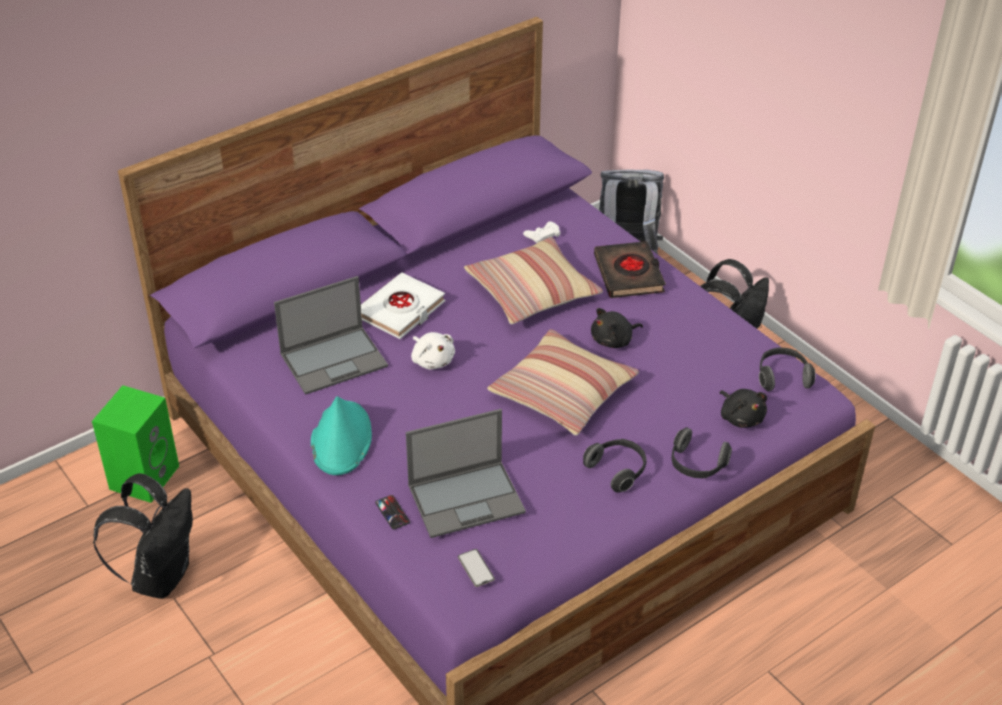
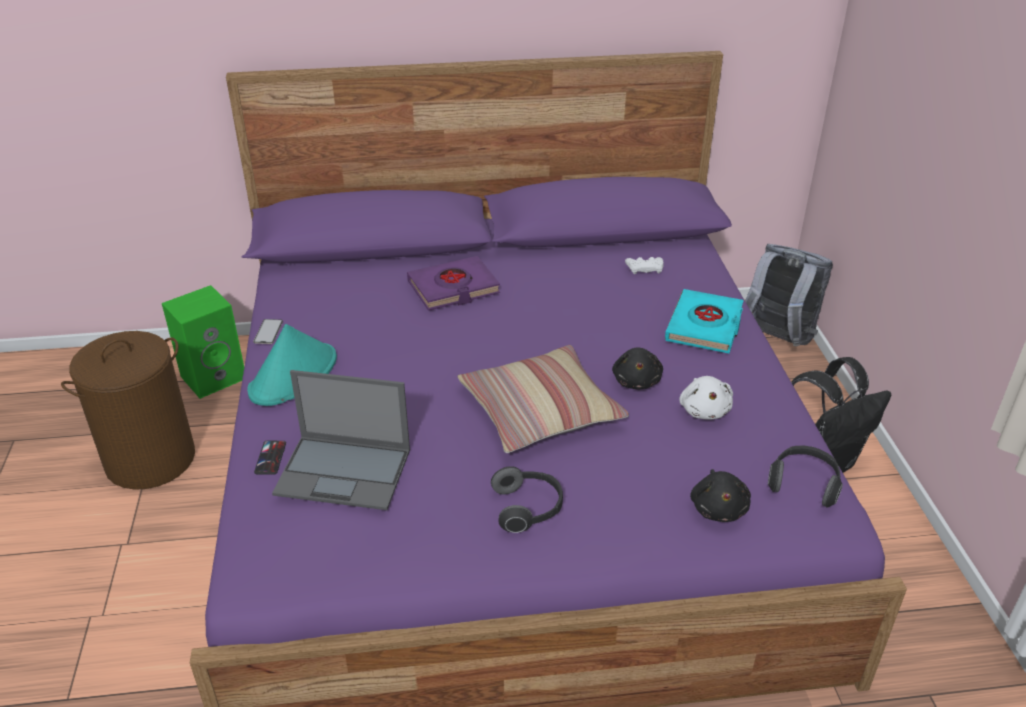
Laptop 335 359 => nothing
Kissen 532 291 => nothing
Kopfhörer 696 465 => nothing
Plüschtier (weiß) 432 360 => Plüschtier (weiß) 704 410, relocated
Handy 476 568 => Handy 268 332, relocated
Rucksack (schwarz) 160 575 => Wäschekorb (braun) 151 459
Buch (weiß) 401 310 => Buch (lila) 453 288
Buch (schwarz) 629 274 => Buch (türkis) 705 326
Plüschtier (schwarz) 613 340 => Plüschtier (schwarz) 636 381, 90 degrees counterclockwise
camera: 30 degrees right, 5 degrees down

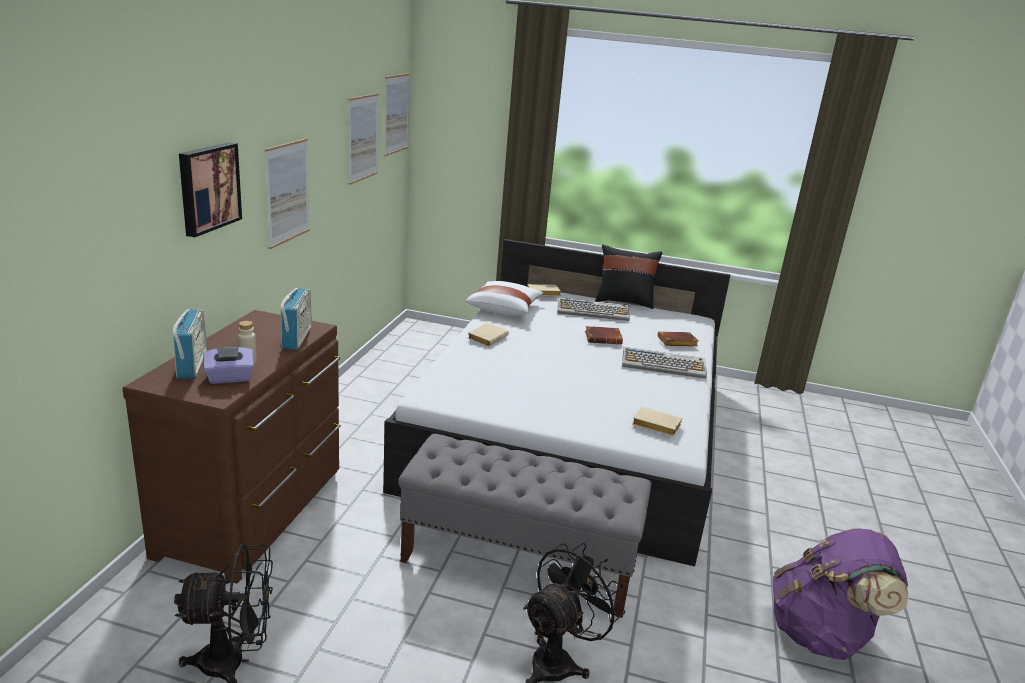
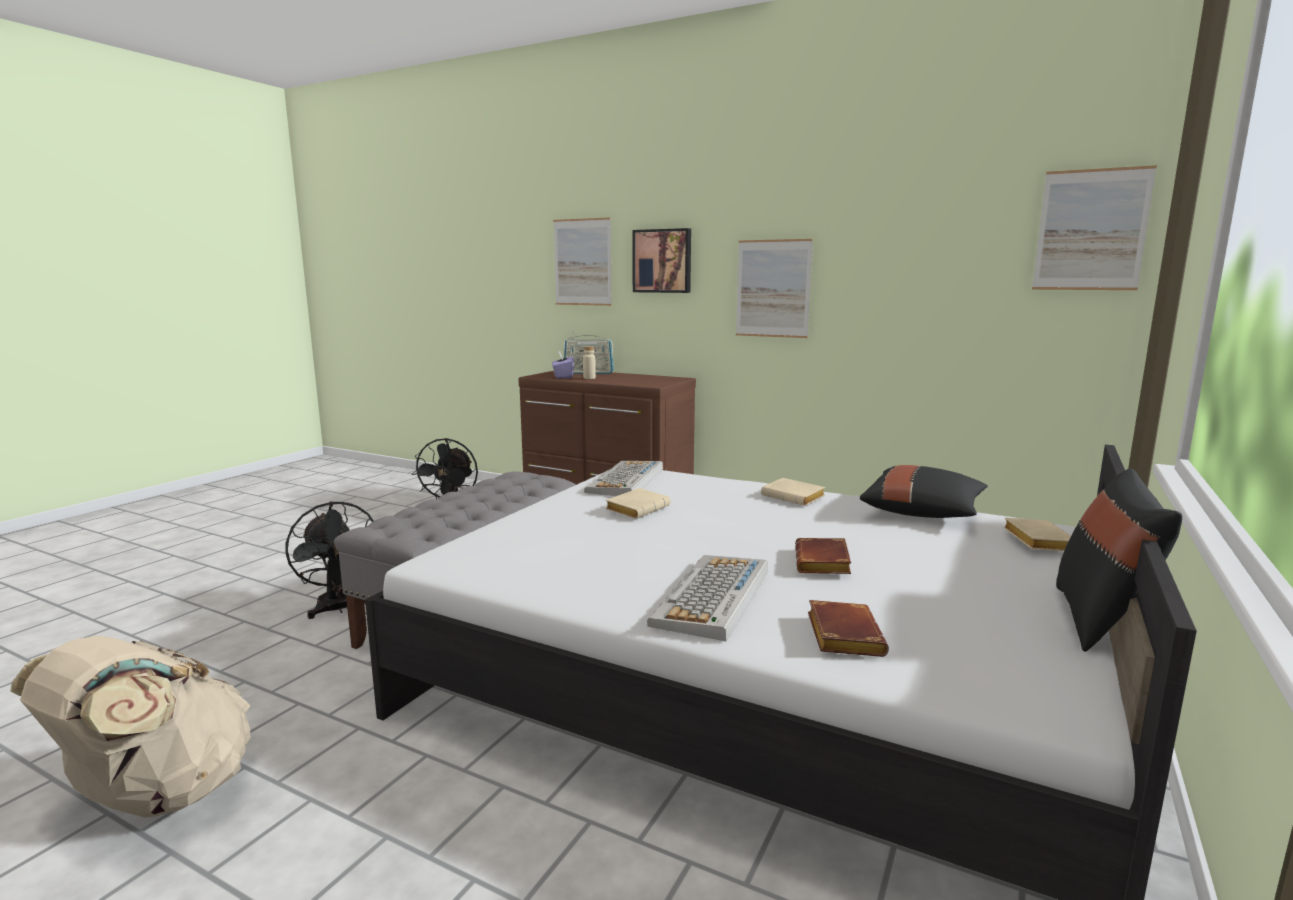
Radio 297 338 => nothing
Bild 363 138 => Bild 582 262, relocated
Tastatur 593 311 => Tastatur 626 480, relocated
Buch (beige) 654 426 => Buch (beige) 637 508, relocated
Kissen (weiß) 504 309 => Kissen (schwarz) 923 513
Rucksack (lila) 822 634 => Rucksack (beige) 158 796
camera: 105 degrees right, 10 degrees down

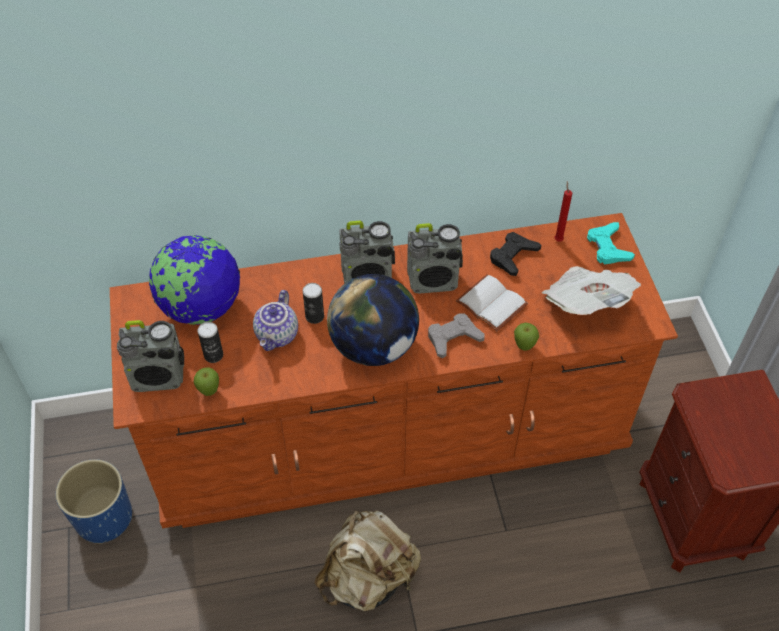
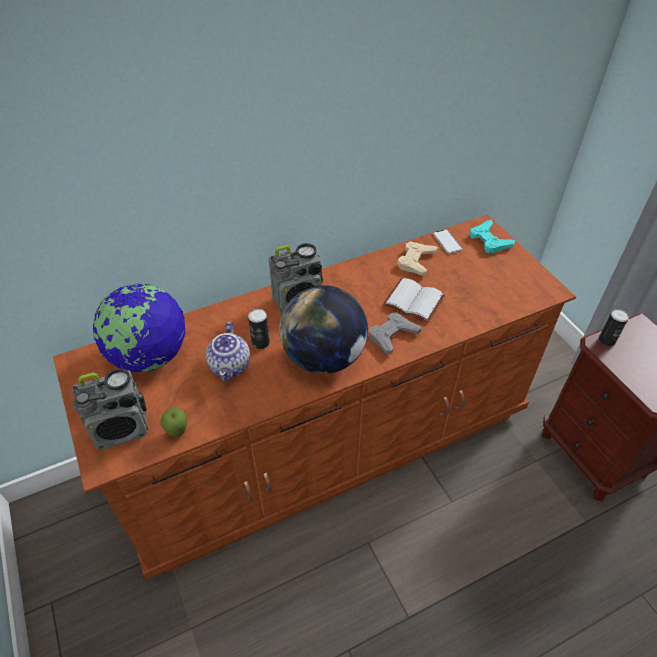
Pflanzkübel (blau) 104 517 => nothing
Rucksack (beige) 368 578 => nothing
Radio 433 280 => nothing
Apfel 524 347 => nothing
Zeitung 586 303 => nothing
Dose 213 355 => Dose 606 340, relocated
Kerze (rot) 558 239 => Handy 447 242
Gamepad (schwarz) 513 256 => Gamepad (beige) 416 261
camera: 15 degrees left, 5 degrees down

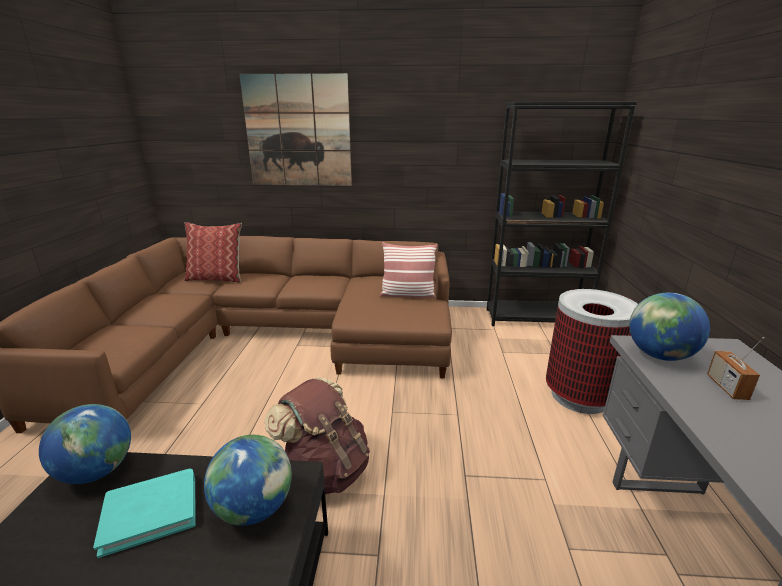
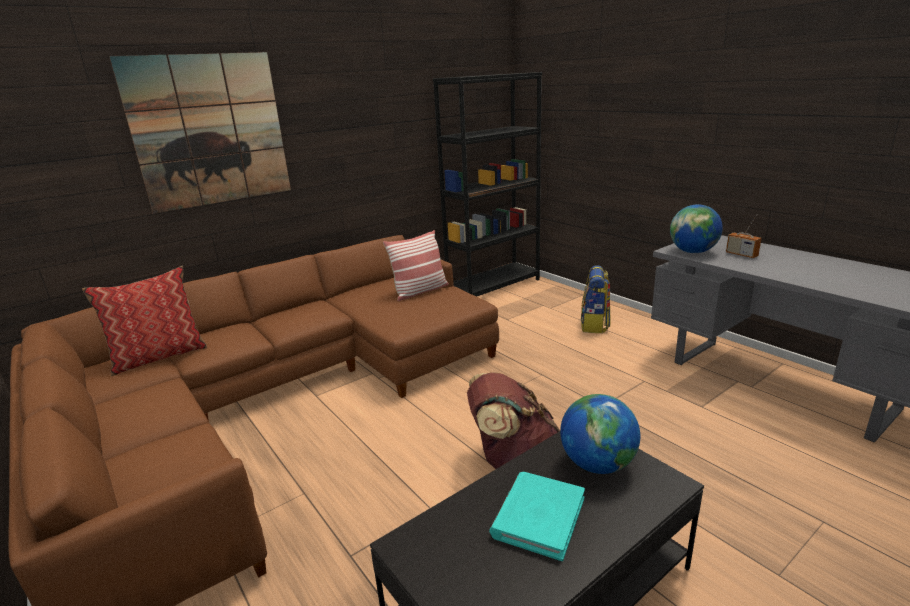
Globus 97 471 => nothing
Mülleimer 580 396 => Rucksack 595 325
camera: 40 degrees left, 0 degrees up

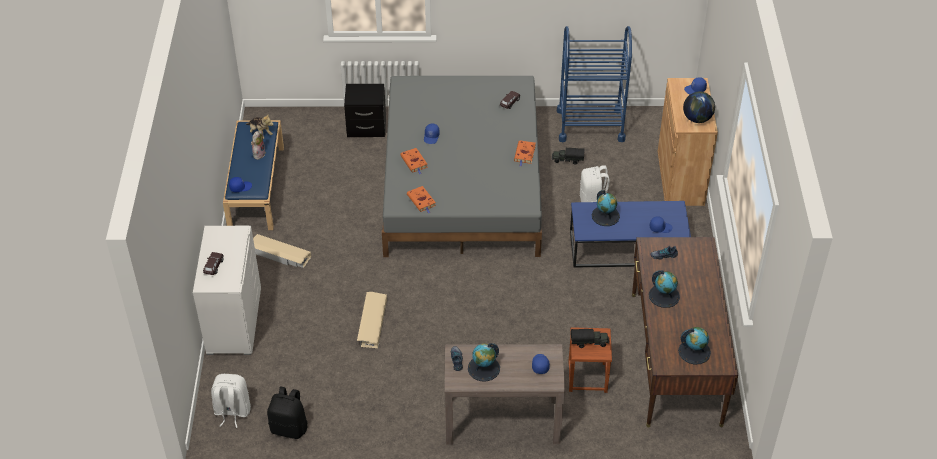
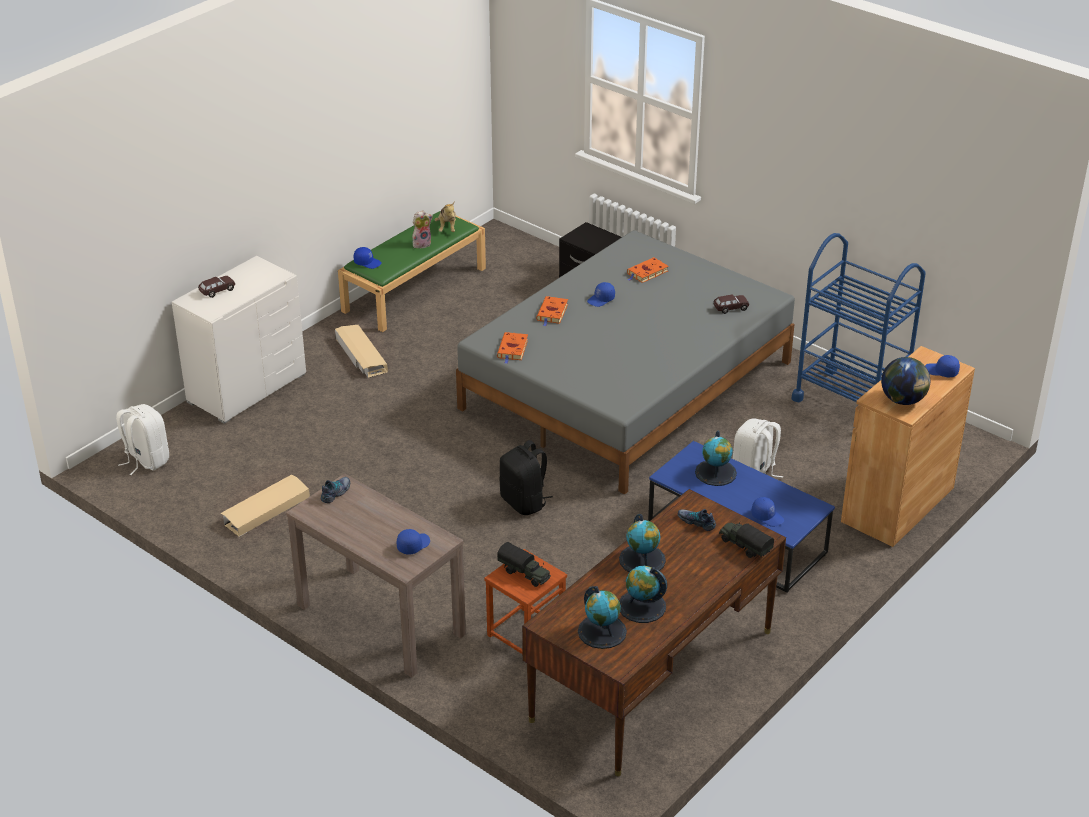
Rucksack (schwarz) 289 428 => Rucksack (schwarz) 524 502, relocated
Aufbewahrungsbox (beige) 372 323 => Aufbewahrungsbox (beige) 265 510, relocated
Globus 484 368 => Globus 642 606, relocated
Buch (orange) 524 154 => Buch (orange) 646 273, relocated
Spielzeuglaster 567 160 => Spielzeuglaster 744 546, relocated
Bank (blau) 256 187 => Bank (grün) 415 289
camera: 40 degrees right, 10 degrees down

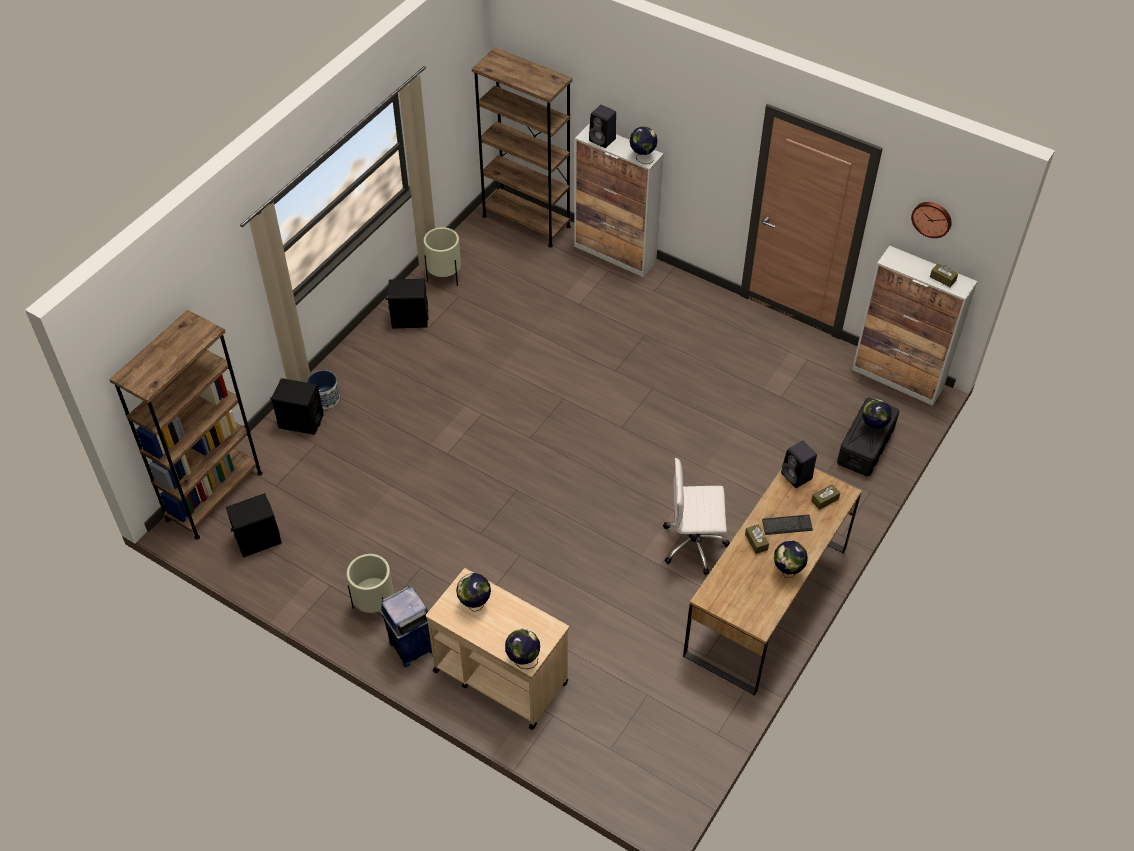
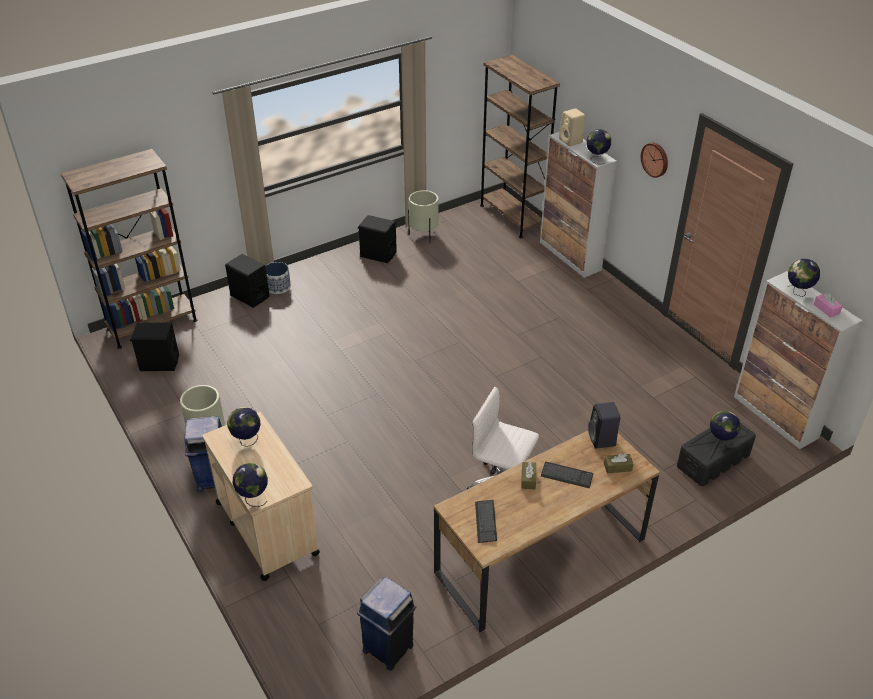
nothing => Mülleimer (blau) 389 647
nothing => Tastatur 485 522
Globus 787 572 => Globus 798 292, relocated
Wanduhr 932 218 => Wanduhr 655 159, relocated
Lautsprecher (schwarz) 603 140 => Lautsprecher (beige) 571 141
Taschentuchbox (braun) 942 279 => Taschentuchbox (rosa) 826 309
camera: 25 degrees right, 10 degrees down

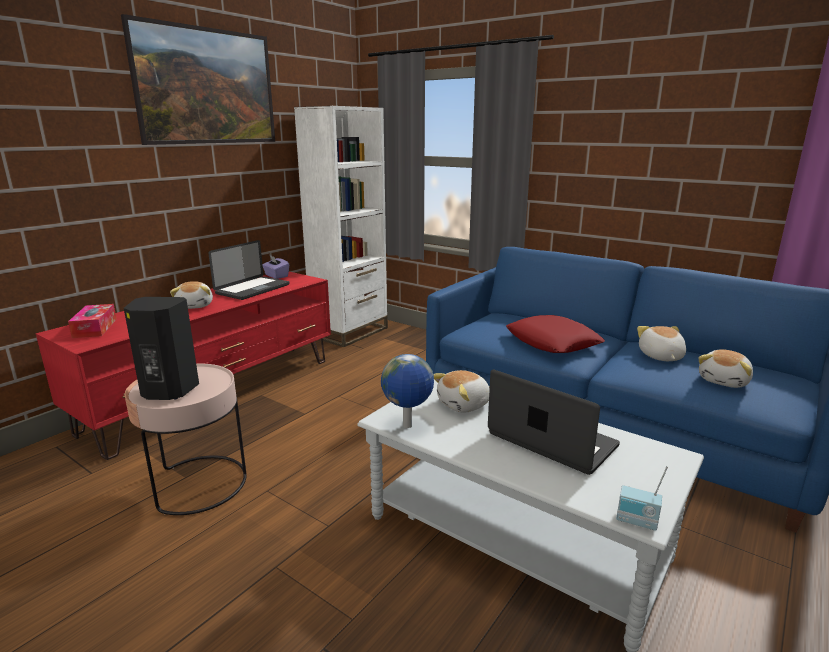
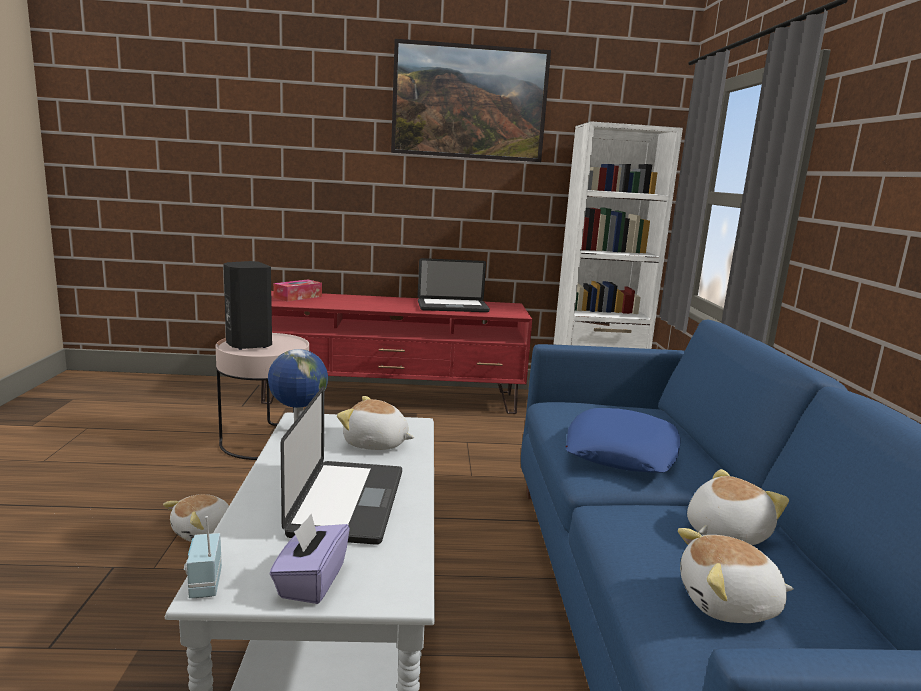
Plüschtier 195 306 => Plüschtier 203 532, relocated
Taschentuchbox (lila) 276 276 => Taschentuchbox (lila) 311 581, relocated
Kissen (rot) 552 342 => Kissen (blau) 622 452
camera: 50 degrees right, 5 degrees down

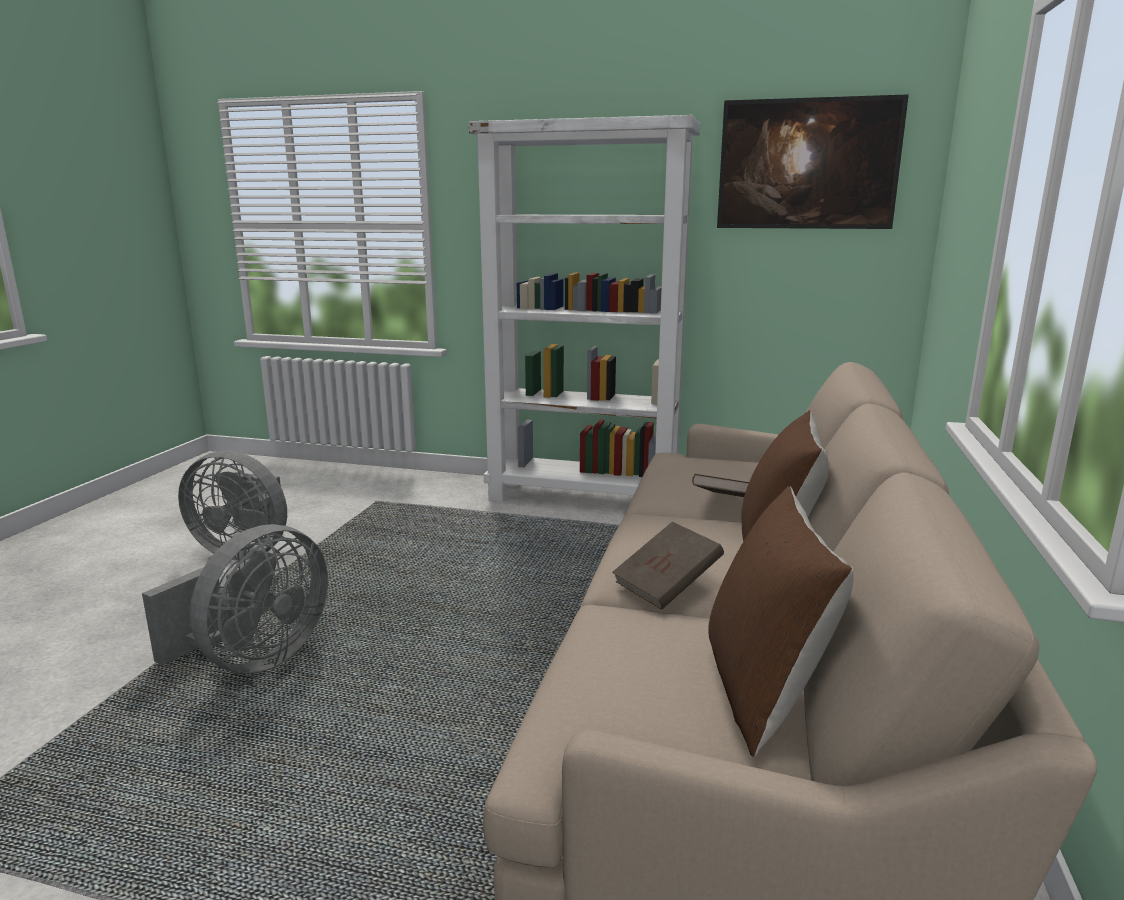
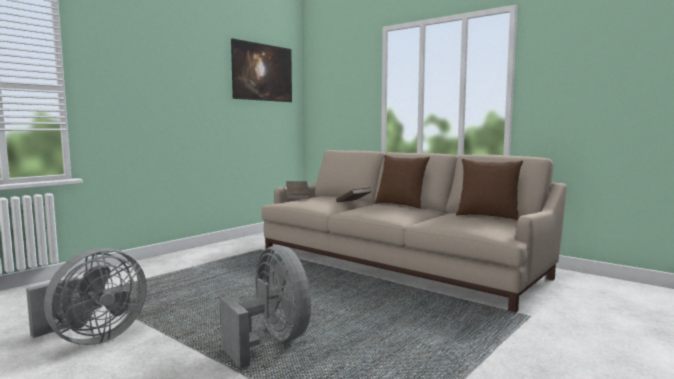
Bücherregal (weiß) 584 498 => nothing
Buch (braun) 667 586 => Buch (braun) 297 197, relocated
camera: 65 degrees left, 10 degrees down

